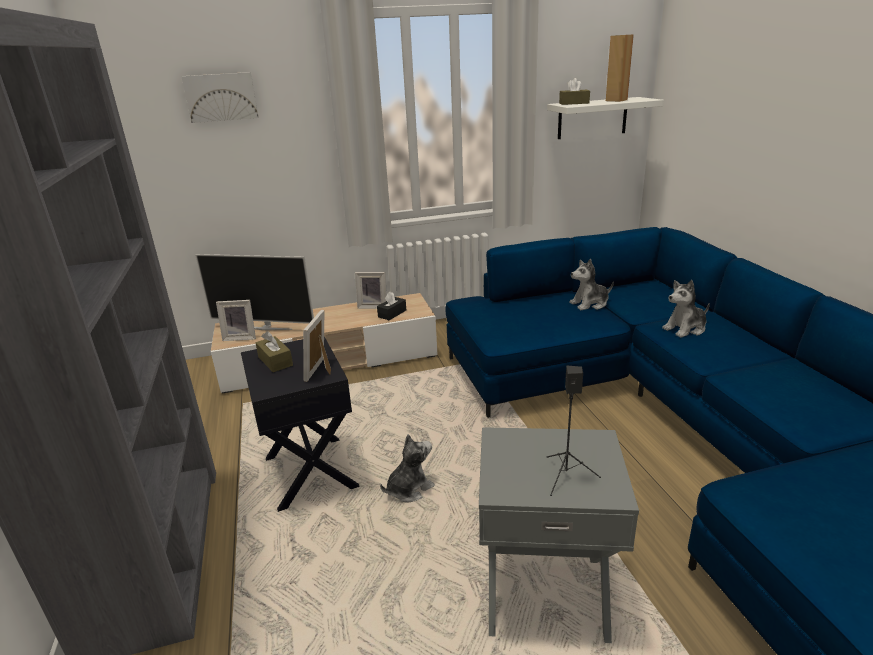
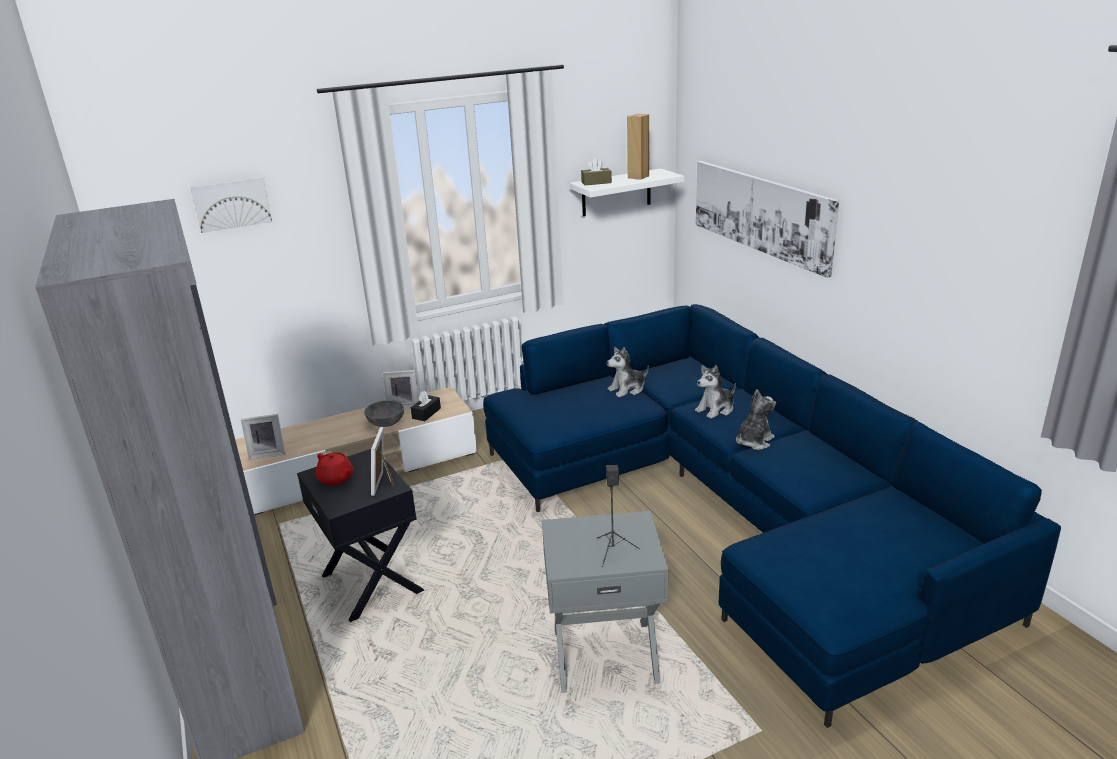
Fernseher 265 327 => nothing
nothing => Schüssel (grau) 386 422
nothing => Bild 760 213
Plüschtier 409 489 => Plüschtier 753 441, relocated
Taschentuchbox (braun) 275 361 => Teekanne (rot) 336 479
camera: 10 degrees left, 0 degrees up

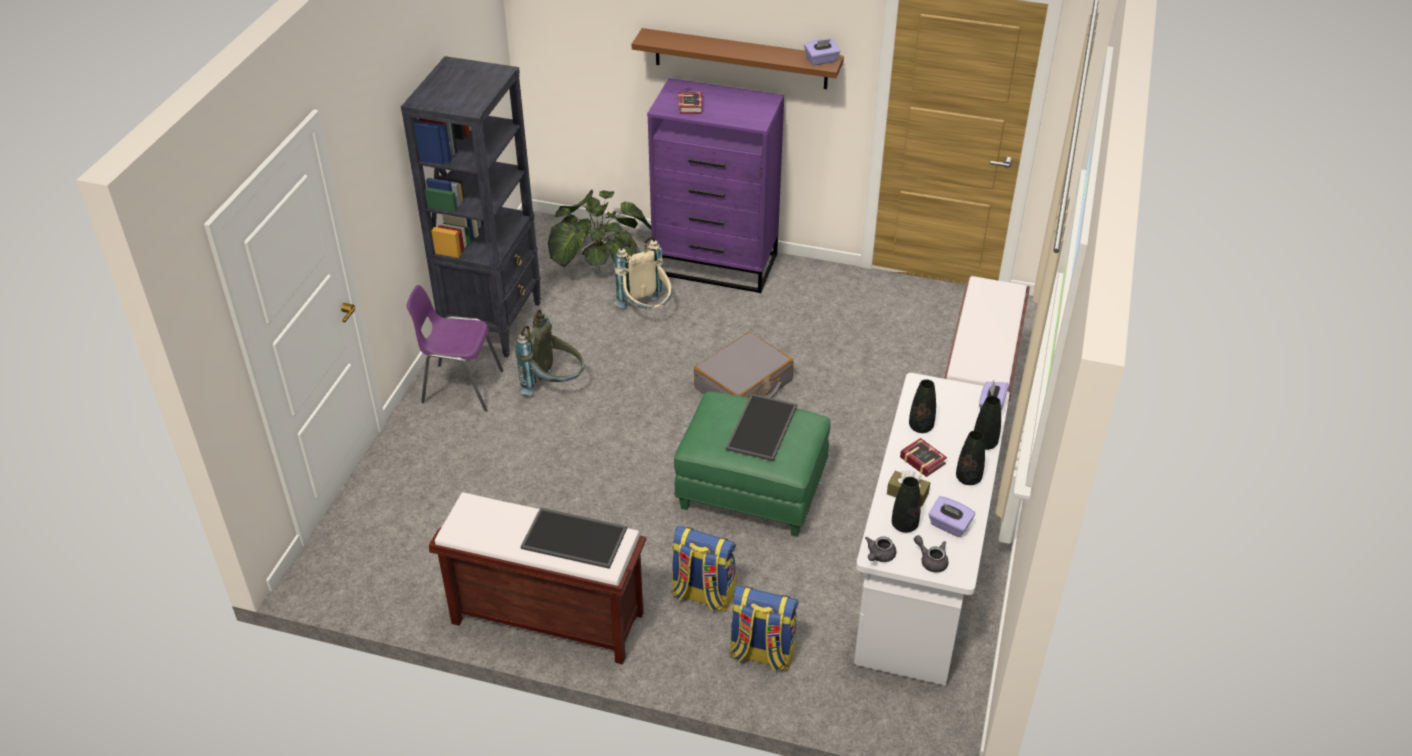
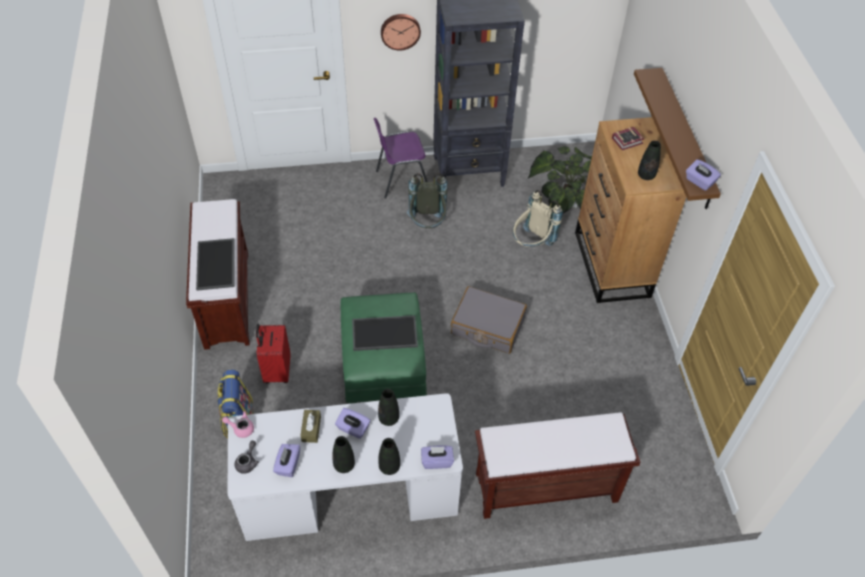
nothing => Wanduhr 400 30
Vase (schwarz) 904 525 => Vase (schwarz) 646 175, relocated
Rucksack 702 594 => Koffer (rot) 276 371
Buch 922 459 => Taschentuchbox (lila) 353 429
Kommode (lila) 716 264 => Kommode (braun) 612 265
Teekanne (grau) 879 556 => Teekanne (rosa) 241 428
Stuhl (lila) 460 386 => Stuhl (lila) 401 181, 90 degrees counterclockwise
camera: 65 degrees right, 10 degrees up

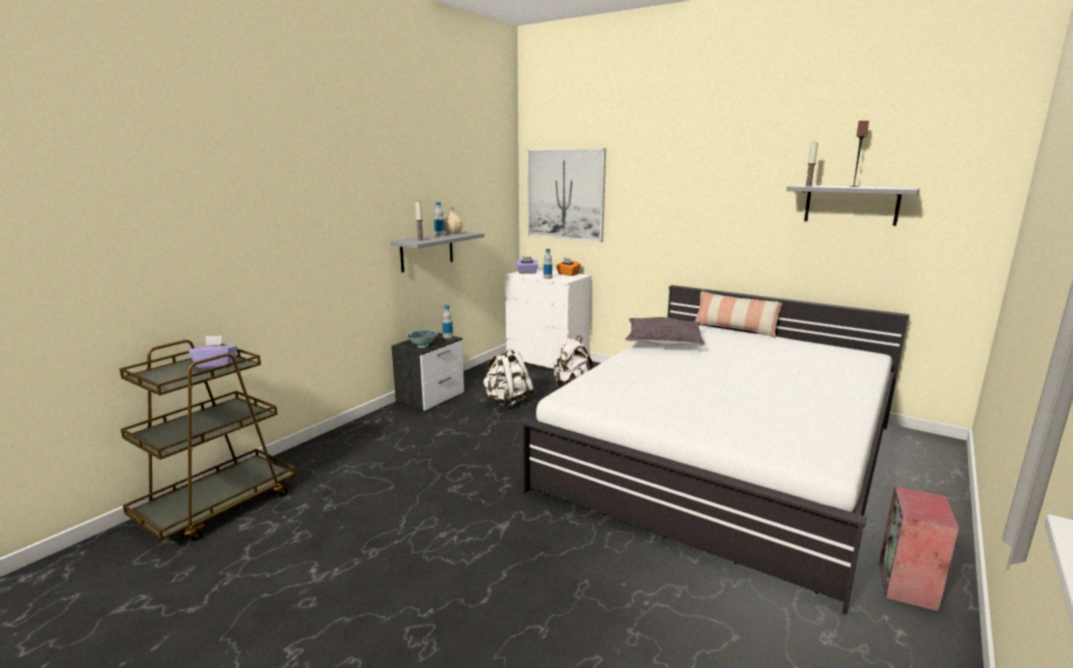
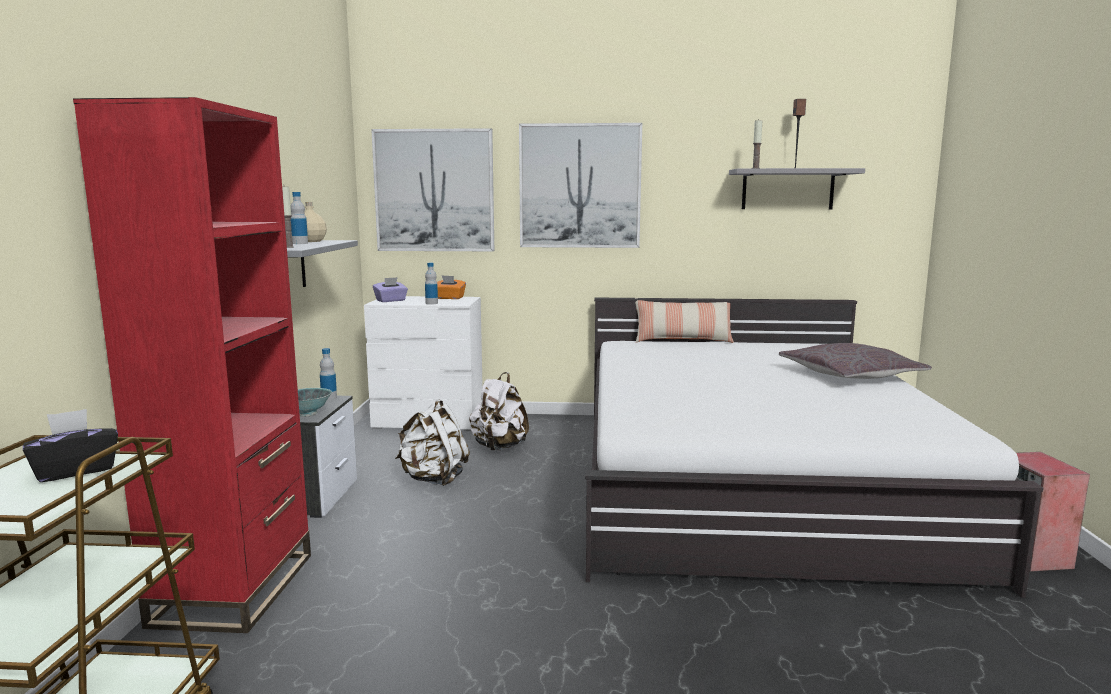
nothing => Bücherregal (rot) 235 589
nothing => Bild 580 186
Kissen (grau) 663 341 => Kissen (grau) 850 375, relocated
Taschentuchbox (lila) 216 364 => Taschentuchbox (schwarz) 75 470
camera: 30 degrees left, 5 degrees down

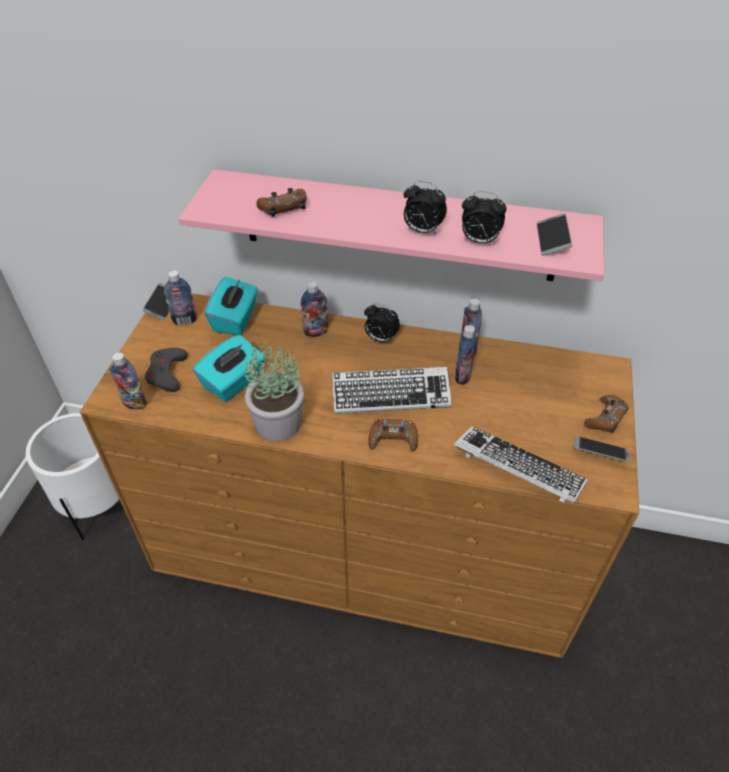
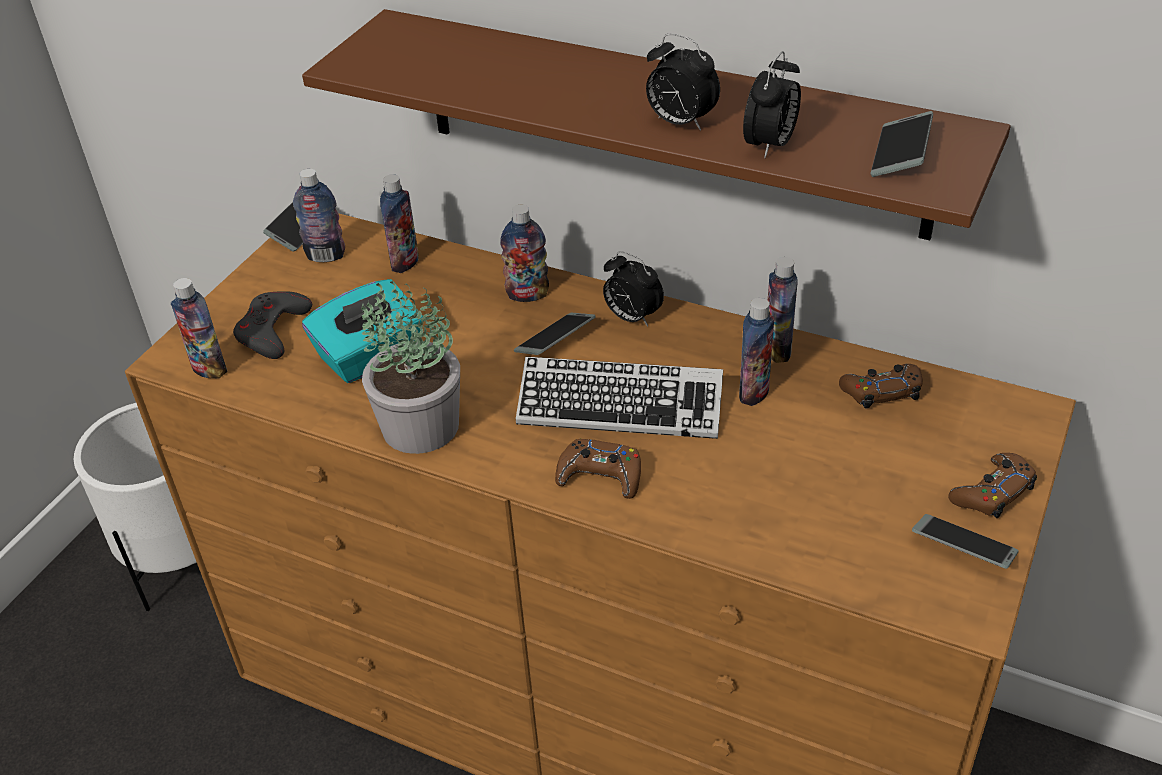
Tastatur 518 469 => nothing
nothing => Handy 555 340
Gamepad (braun) 283 208 => Gamepad (braun) 881 392, relocated
Taschentuchbox (türkis) 235 319 => Flasche 405 262
Wandregal (rosa) 398 226 => Wandregal (braun) 668 122
Wecker 479 241 => Wecker 770 145, 90 degrees counterclockwise
camera: 15 degrees right, 5 degrees down

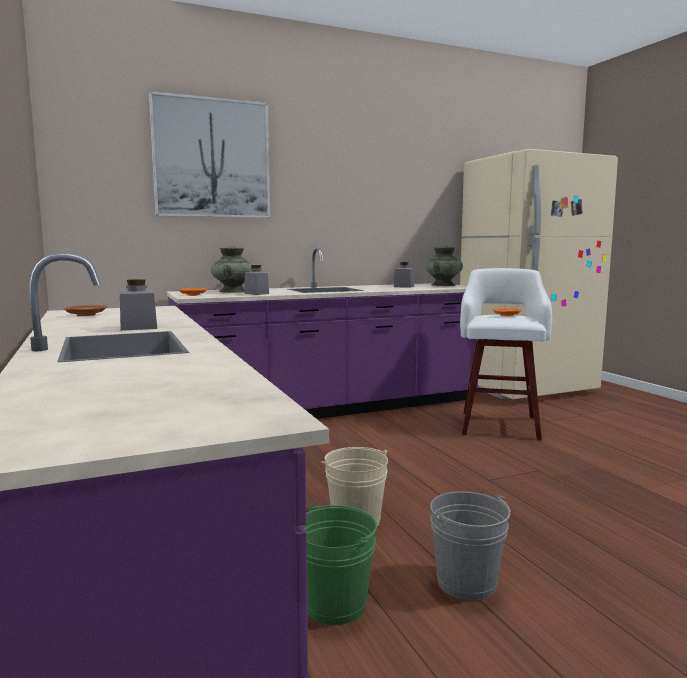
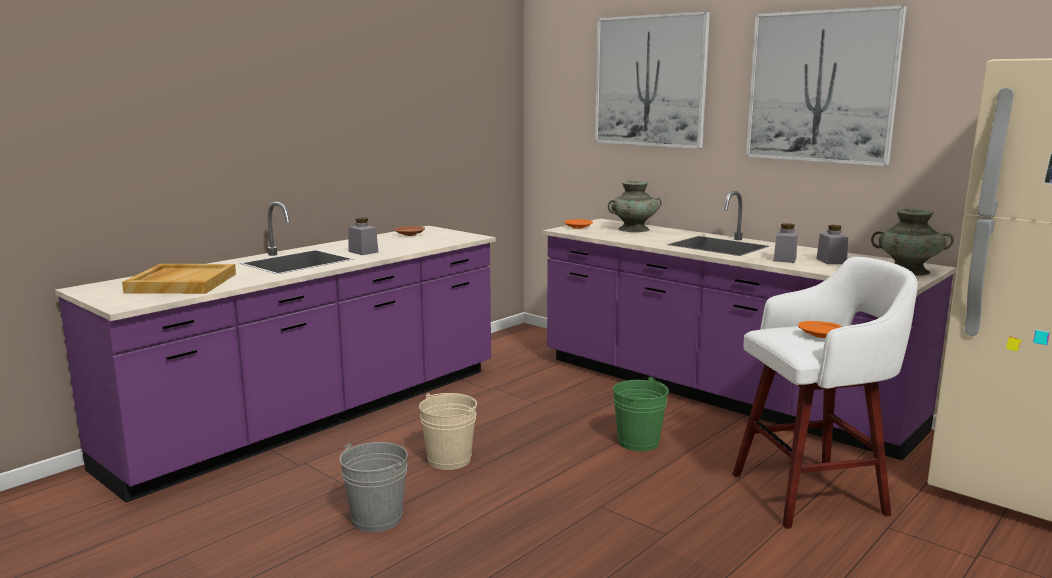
nothing => Tablett (beige) 181 283
nothing => Bild 821 87
Vorratsglas (grau) 256 293 => Vorratsglas (grau) 784 259, relocated
Eimer (grün) 335 605 => Eimer (grün) 638 442, relocated
camera: 65 degrees right, 5 degrees up

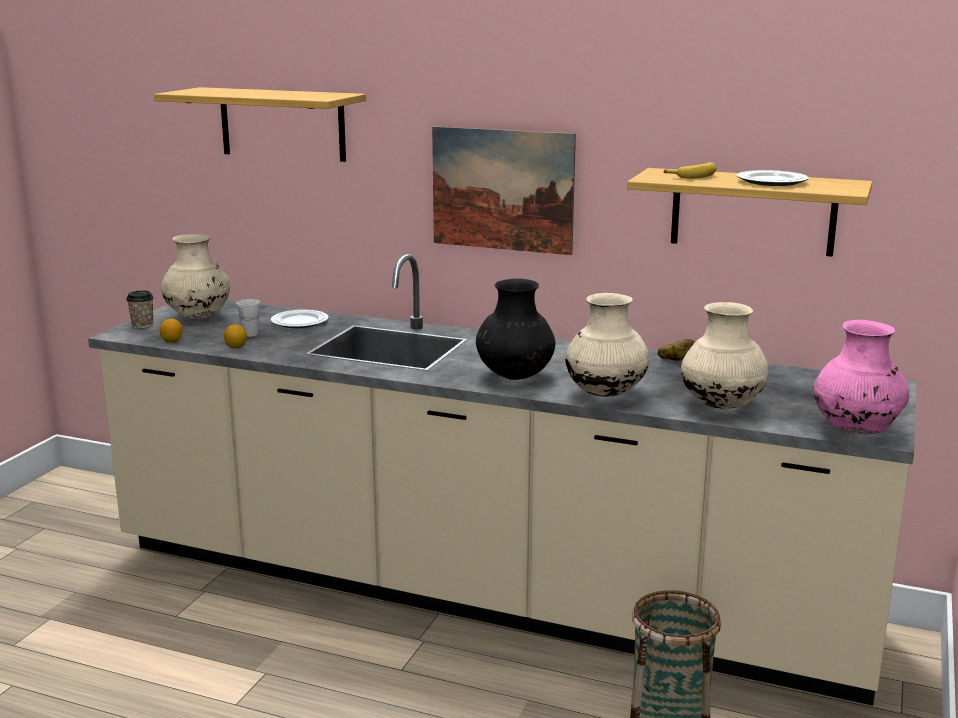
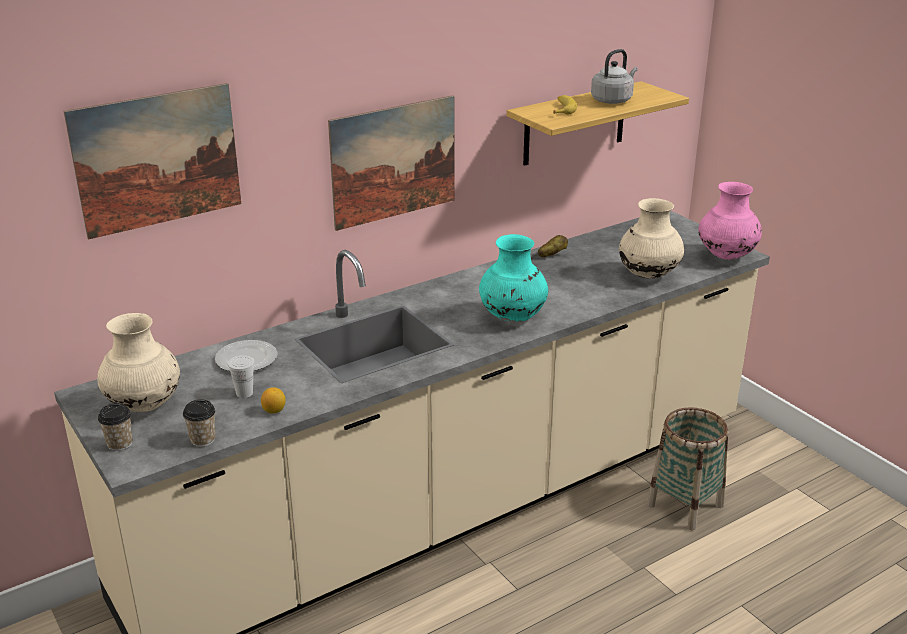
Vase (beige) 605 394 => nothing
Wandregal 282 124 => Bild 157 159
Zitrone 172 341 => Tasse 203 440
Teller 772 181 => Wasserkessel (grau) 613 100
Vase (schwarz) 514 376 => Vase (türkis) 512 317
camera: 55 degrees left, 10 degrees up

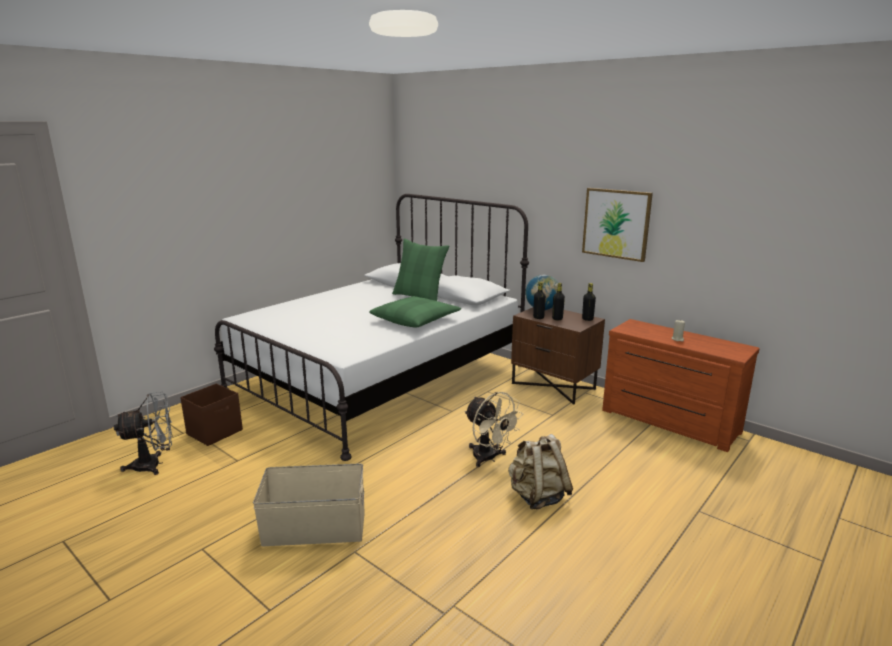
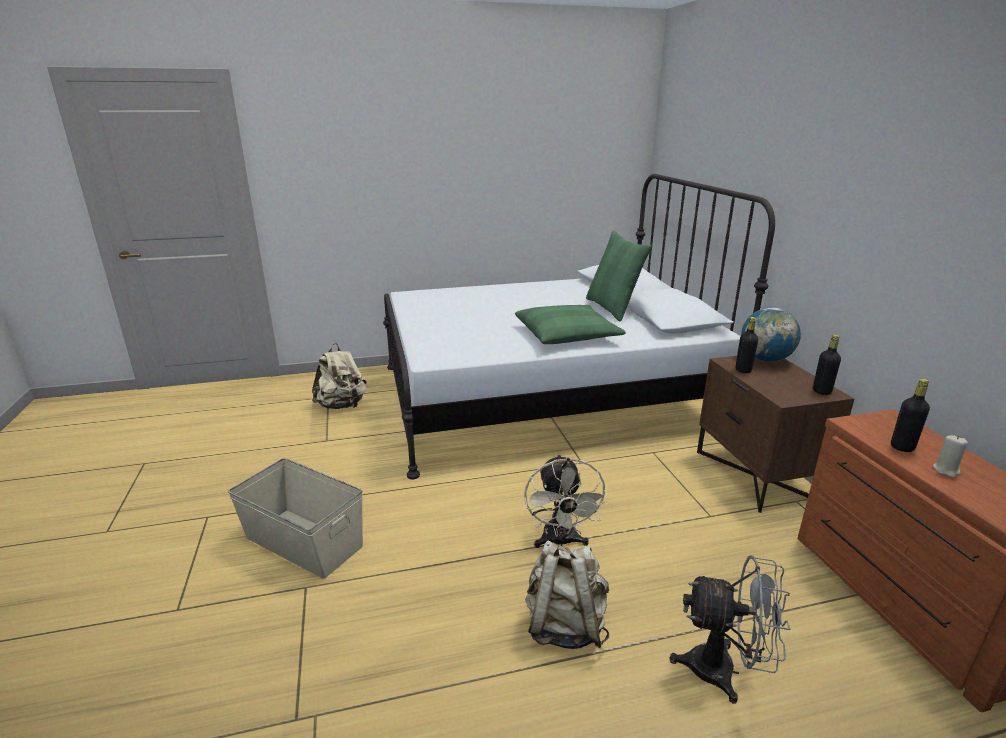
Bild 616 223 => nothing
Ventilator (grau) 154 464 => Ventilator (grau) 724 671, relocated
Flasche (schwarz) 557 319 => Flasche (schwarz) 902 447, relocated
Aufbewahrungsbox (braun) 215 432 => Rucksack (beige) 342 405
camera: 35 degrees right, 5 degrees up

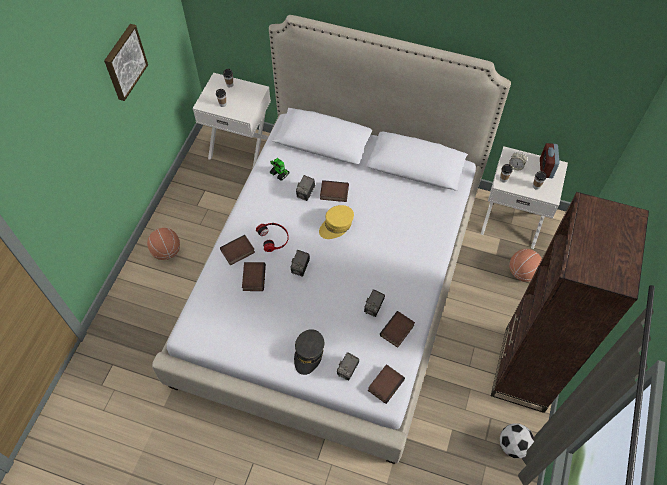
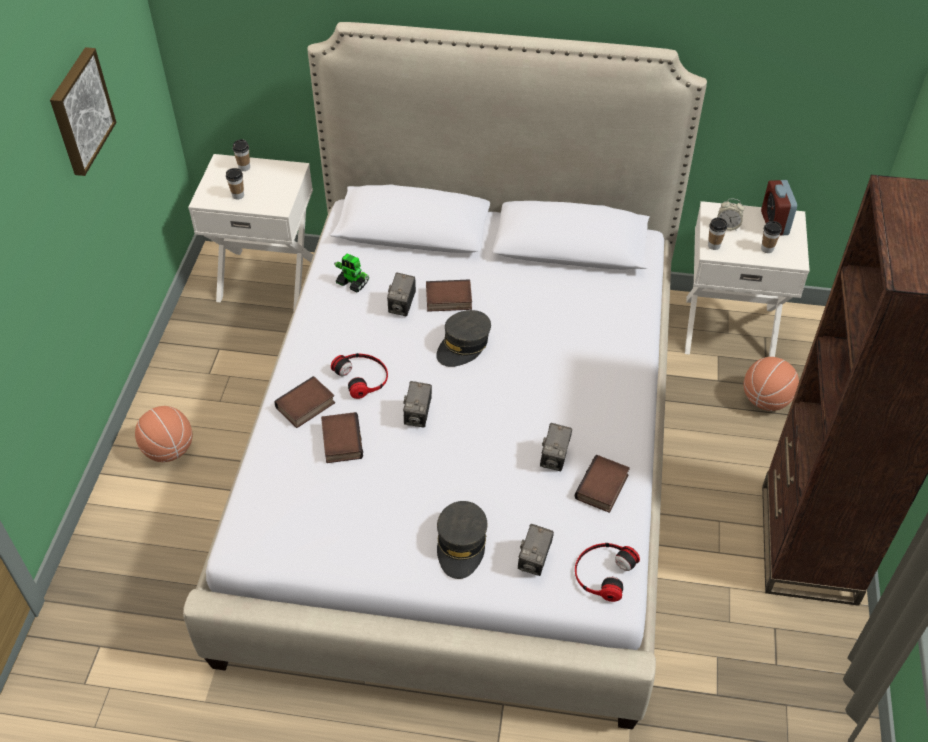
Fußball 513 445 => nothing
Buch 385 384 => Kopfhörer 603 572
Kappe (gelb) 336 225 => Kappe (grau) 463 345
camera: 10 degrees left, 10 degrees down

